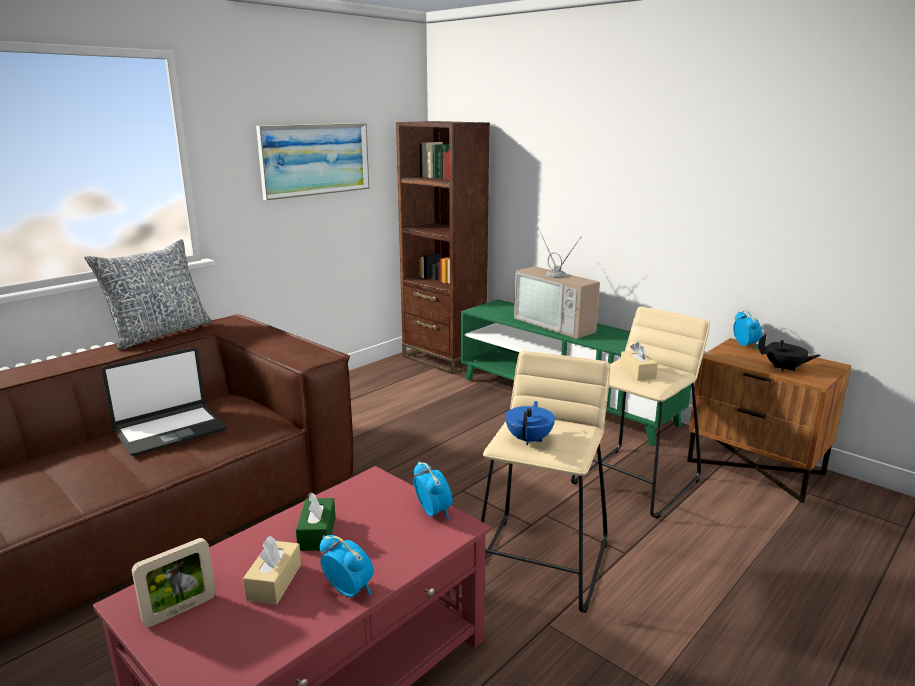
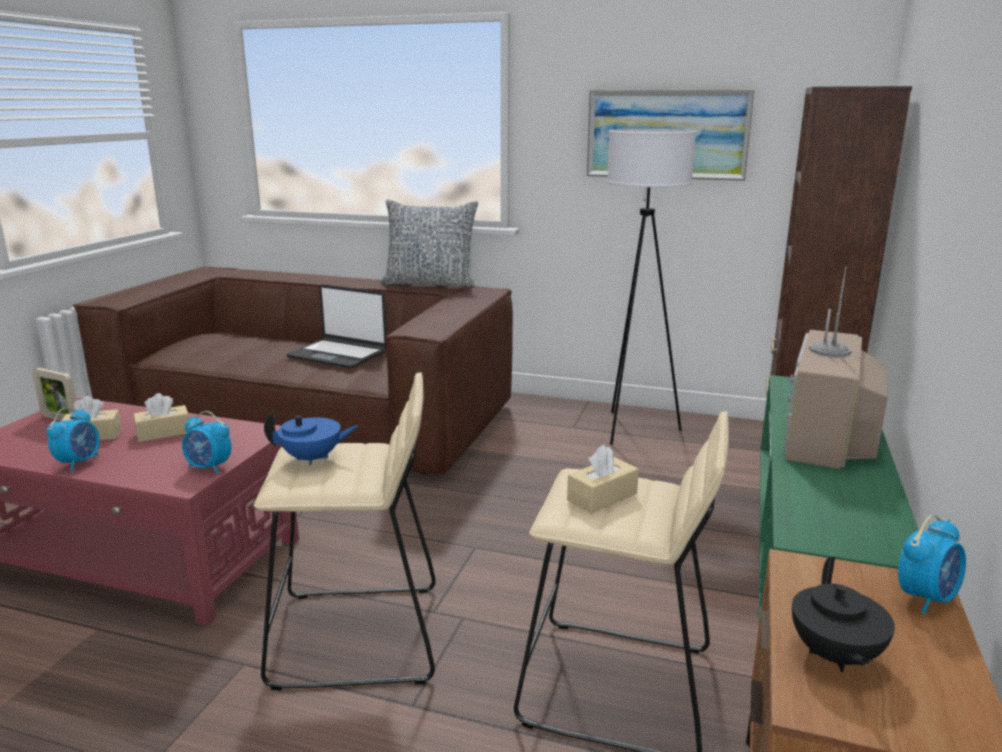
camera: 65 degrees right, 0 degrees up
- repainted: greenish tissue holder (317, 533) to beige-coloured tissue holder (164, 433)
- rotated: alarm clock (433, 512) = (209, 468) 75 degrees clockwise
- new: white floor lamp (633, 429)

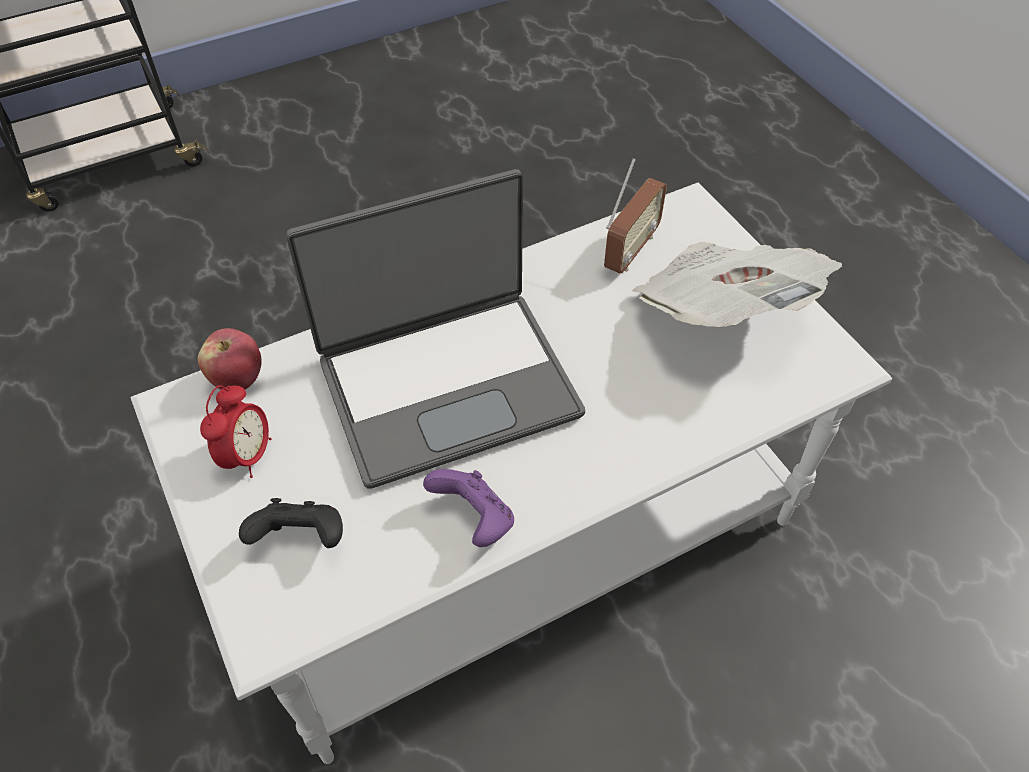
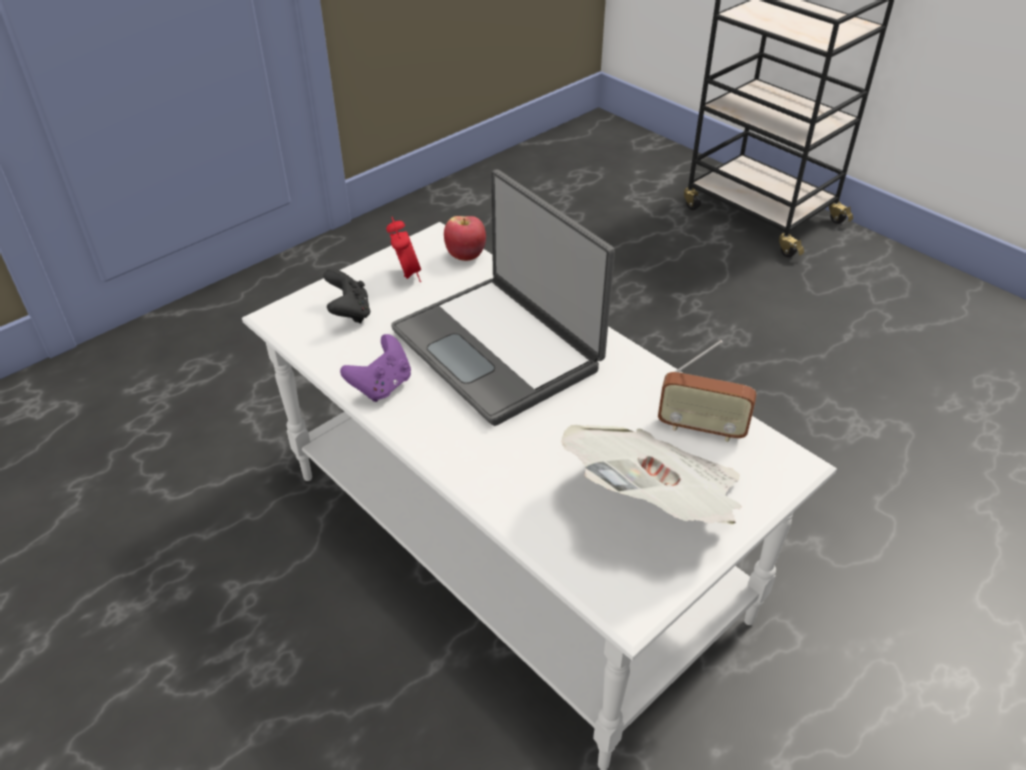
camera: 75 degrees right, 10 degrees down
- rotated: alarm clock (247, 455) = (407, 275) 105 degrees counterclockwise

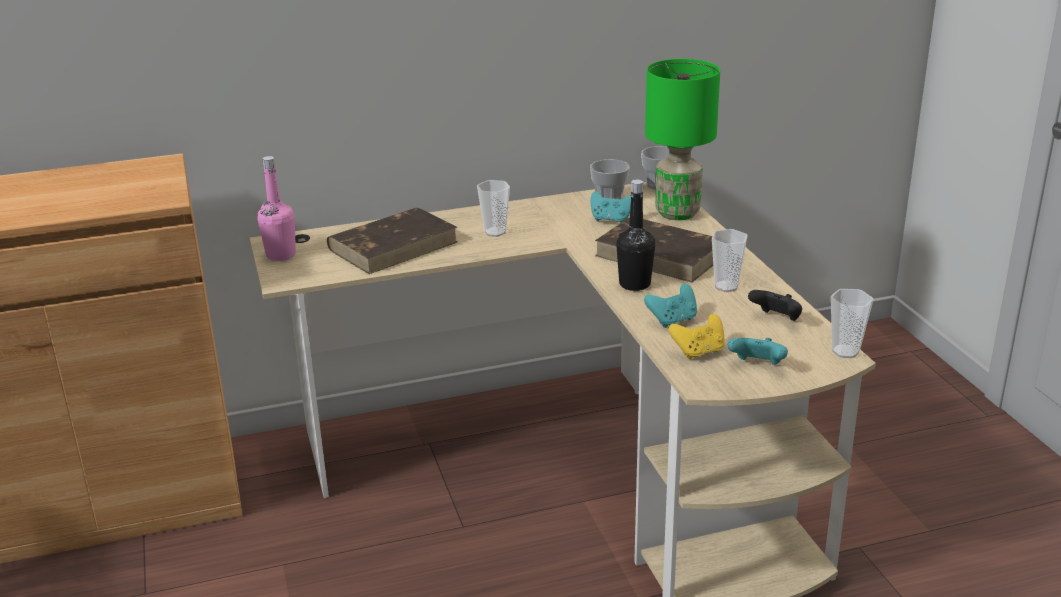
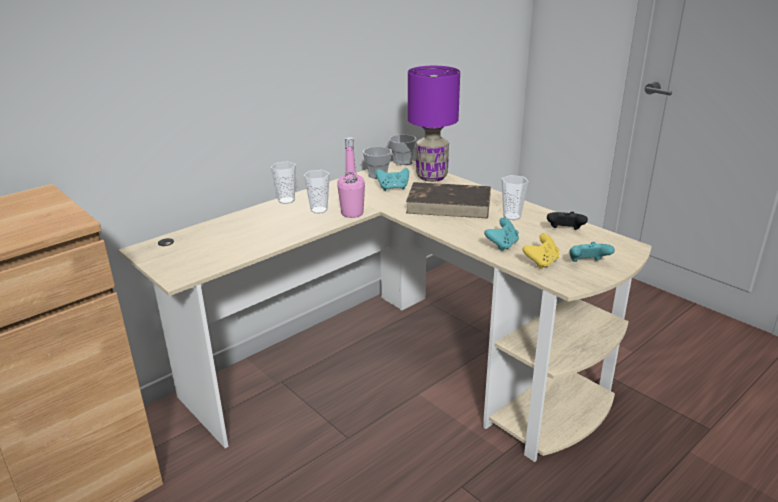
camera: 25 degrees left, 0 degrees up
- shifted: cup (845, 352) to (286, 200)
- shifted: pinkish bottle (281, 255) to (352, 213)
- repainted: greenish tabletop lamp (676, 213) to purplish tabletop lamp (431, 177)
- gone: brown book (394, 245)
- gone: black-coloured bottle (634, 284)

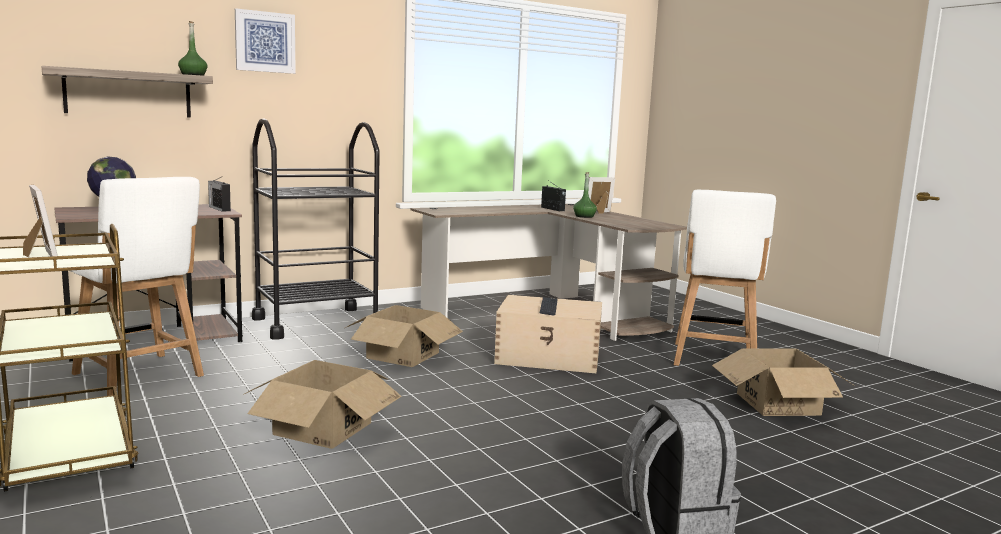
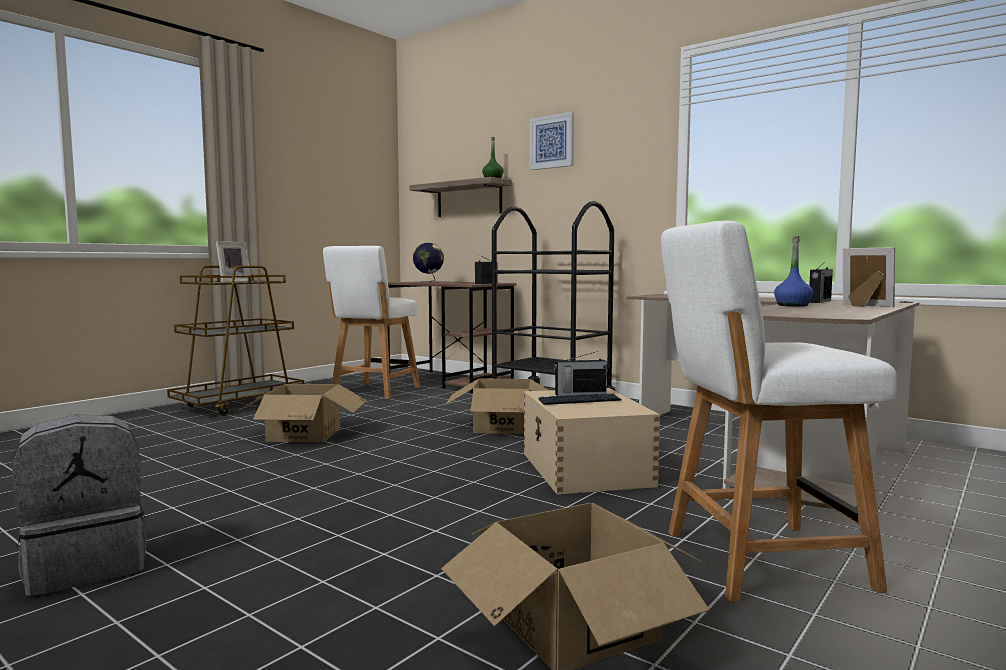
camera: 70 degrees right, 5 degrees down
- new: radio (579, 394)
- repainted: greenish bottle (584, 216) to blue-coloured bottle (792, 305)

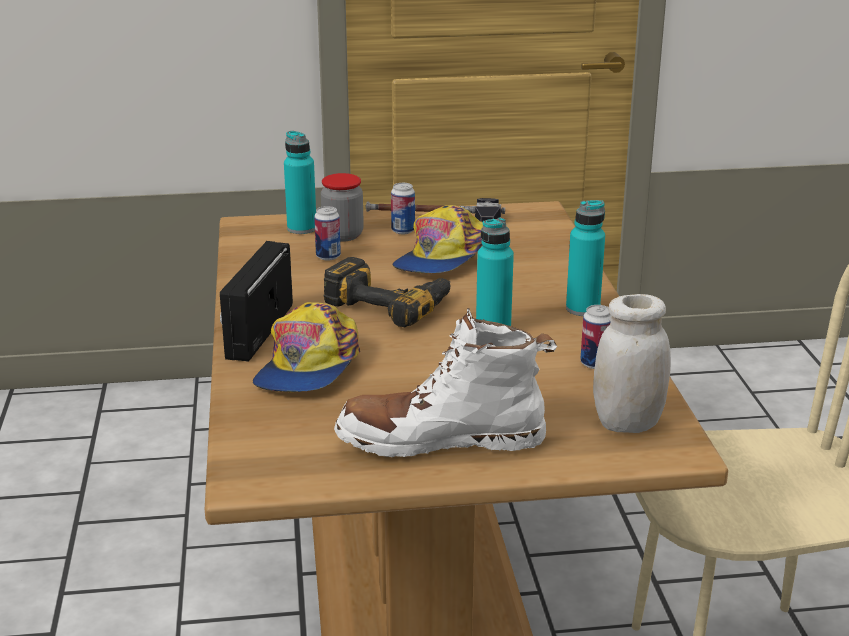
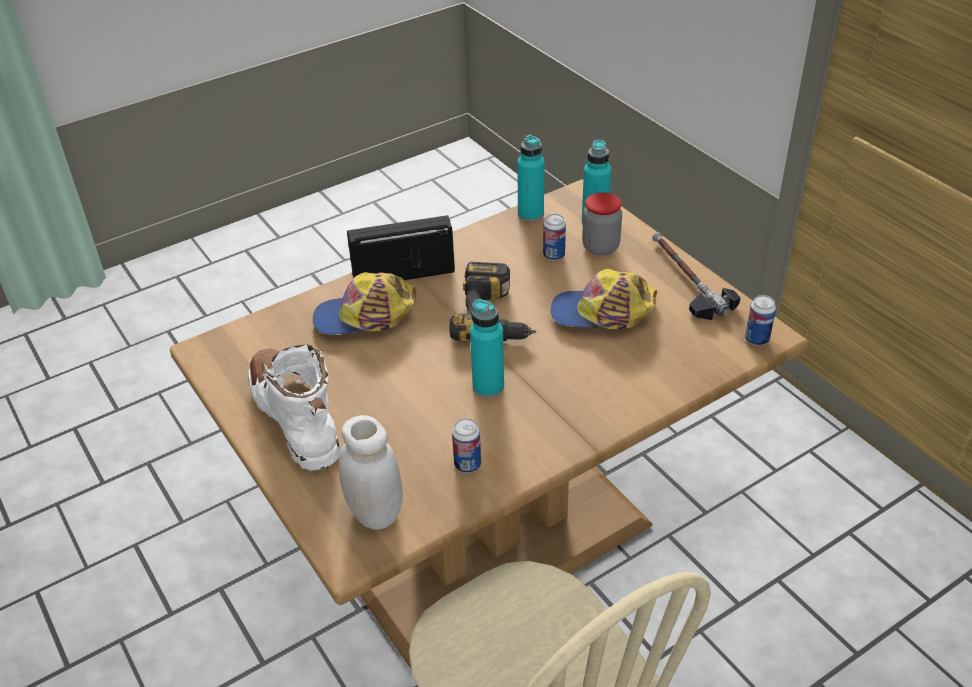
camera: 65 degrees right, 15 degrees up
- shifted: blue-green bottle (582, 309) to (530, 214)
- shifted: sealed can (403, 231) to (757, 339)

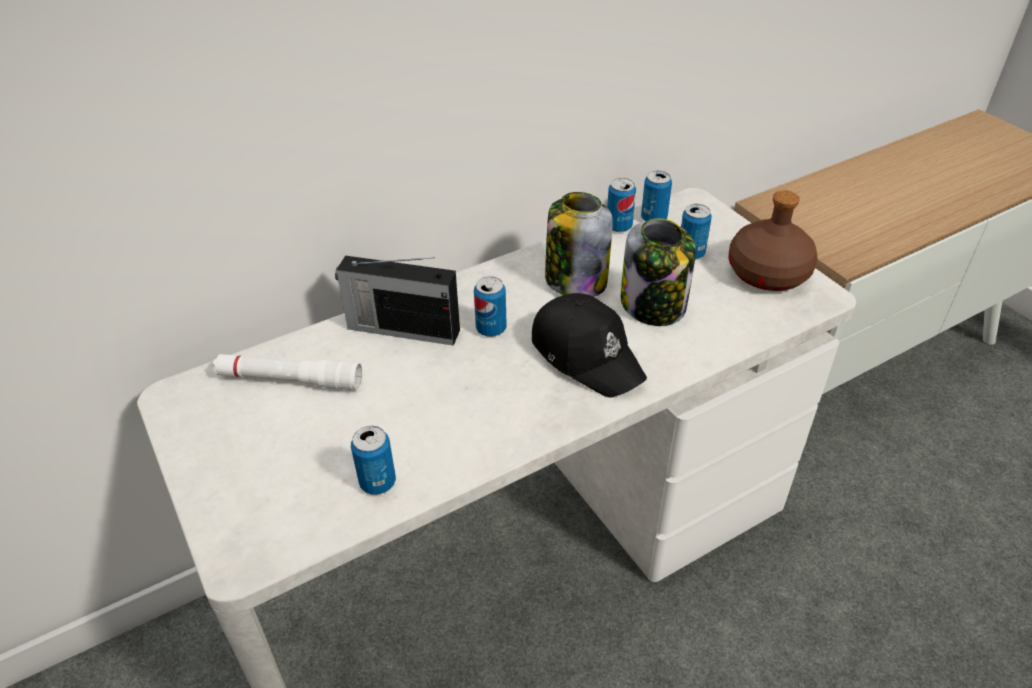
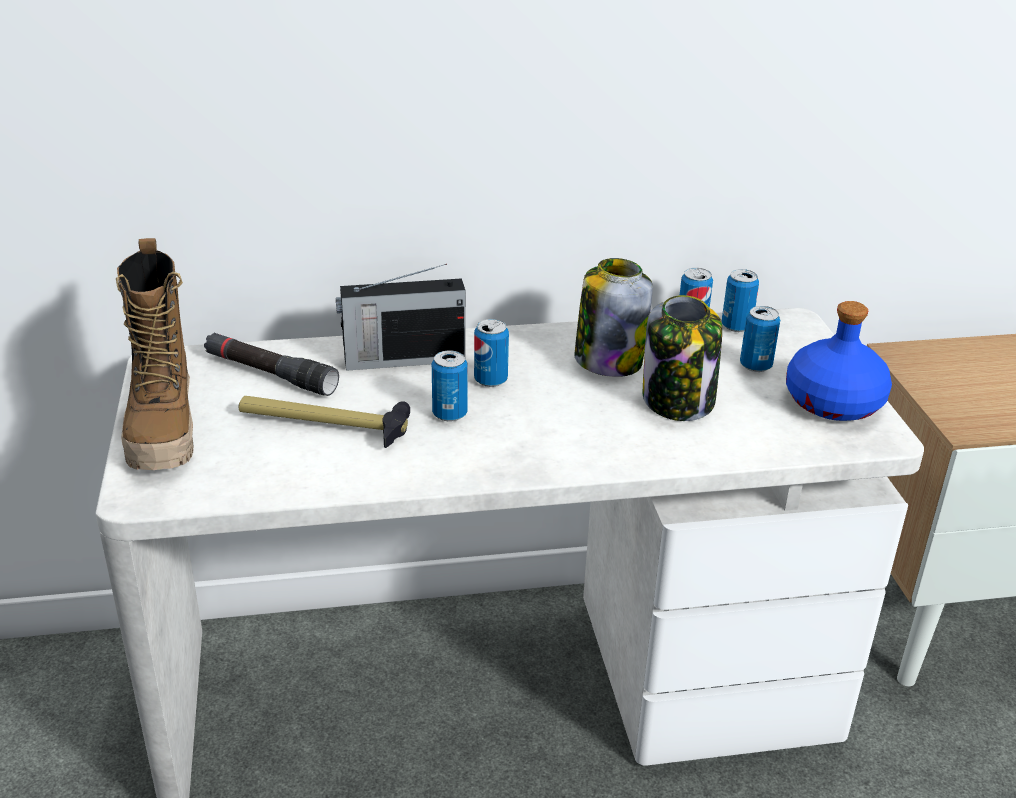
camera: 20 degrees right, 10 degrees down
- new: boot (164, 431)
- repainted: white hand torch (290, 380) to black-coloured hand torch (270, 374)
- new: tool hammer (323, 425)
- rotated: radio (401, 329) = (402, 359) 45 degrees counterclockwise
- shifted: sealed can (377, 482) to (449, 414)
- repainted: brown bottle (767, 273) to blue-coloured bottle (832, 403)
- gone: black-coloured cap (587, 354)

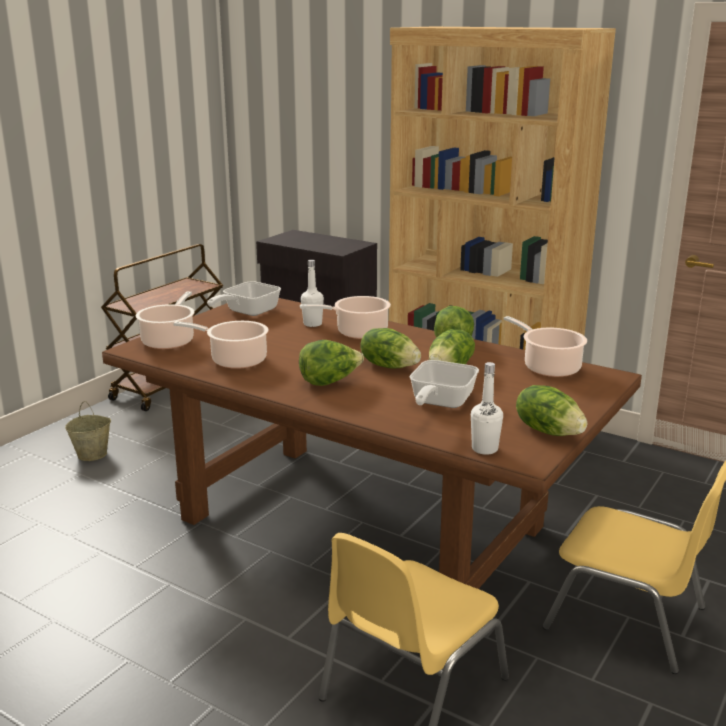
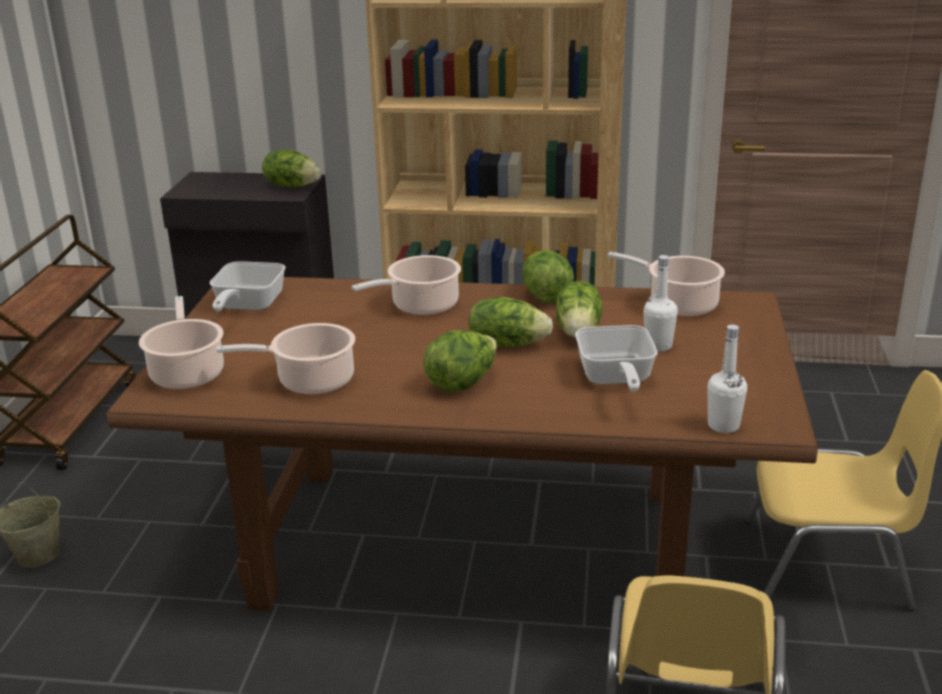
camera: 25 degrees left, 5 degrees up
- shifted: head of lettuce (548, 431) to (292, 186)
- shifted: white bottle (312, 324) to (658, 346)

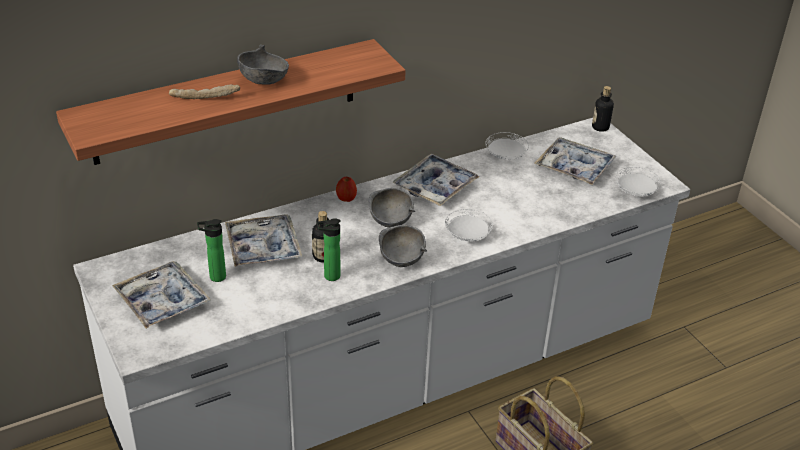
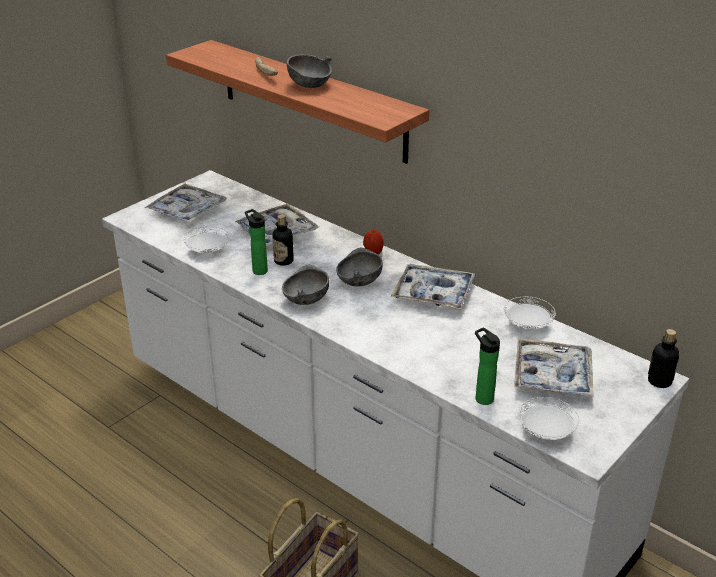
camera: 70 degrees right, 5 degrees down
- shifted: white flat dish (467, 236) to (207, 250)
- shifted: bottle (215, 277) to (482, 397)

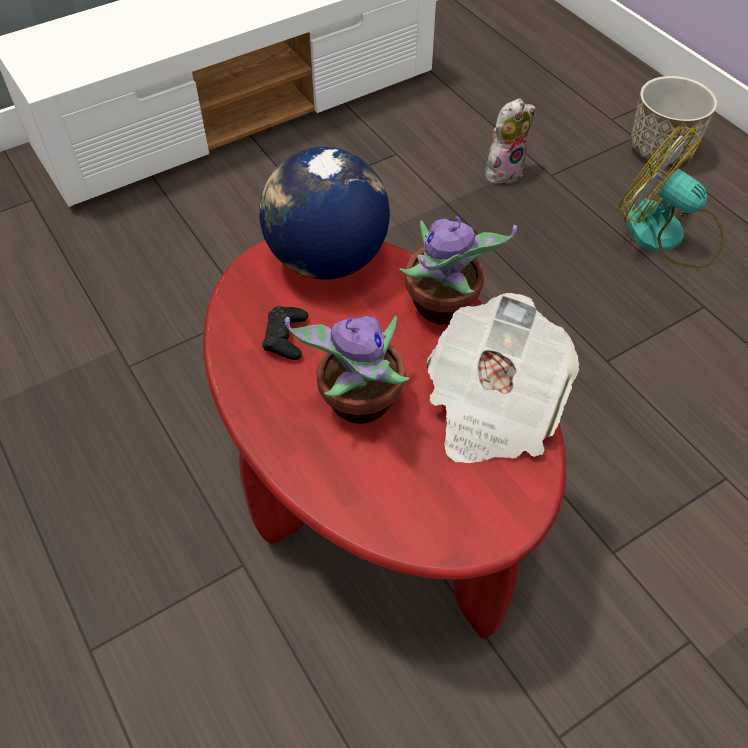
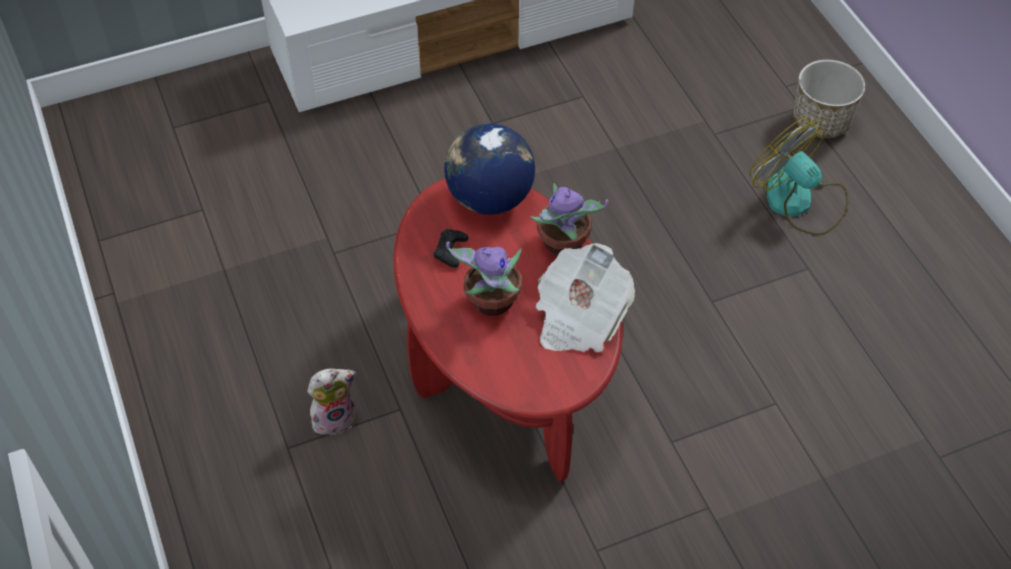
camera: 10 degrees right, 0 degrees up
- shifted: cuddly toy (503, 171) to (334, 417)

